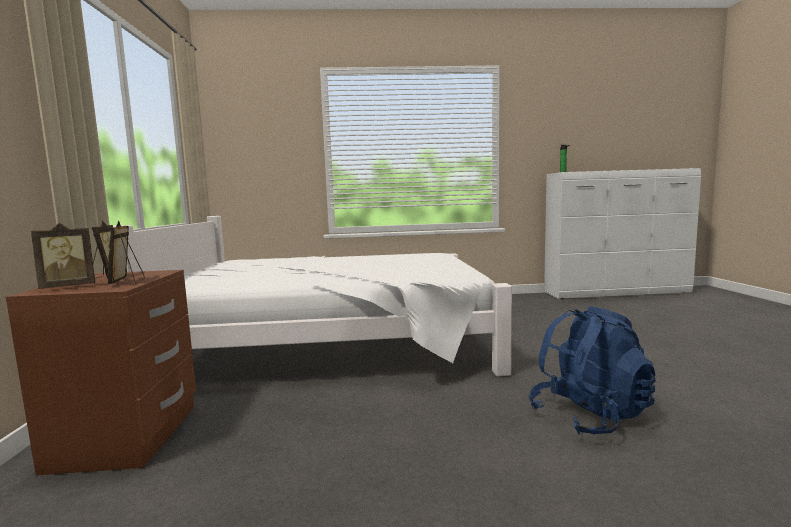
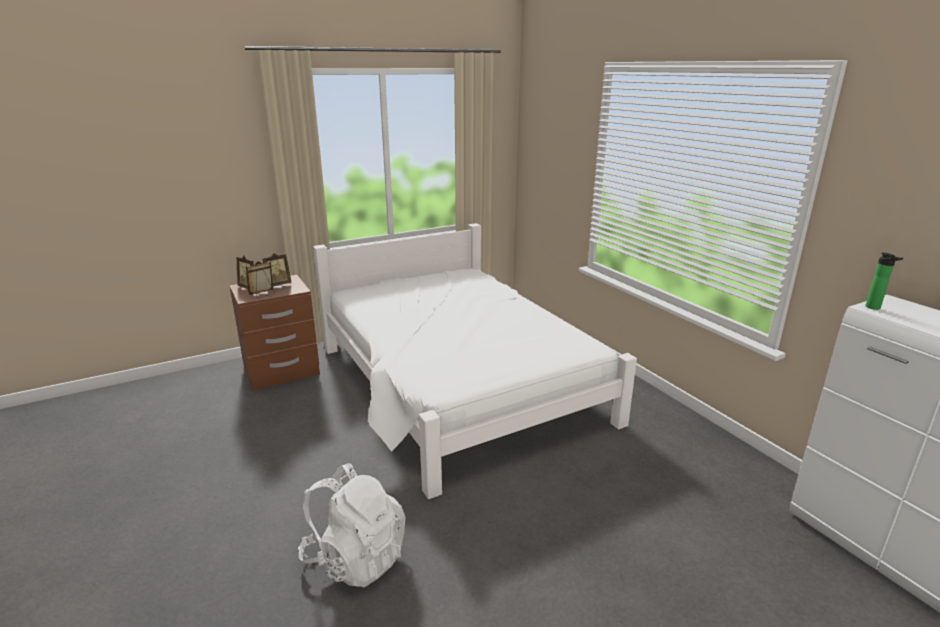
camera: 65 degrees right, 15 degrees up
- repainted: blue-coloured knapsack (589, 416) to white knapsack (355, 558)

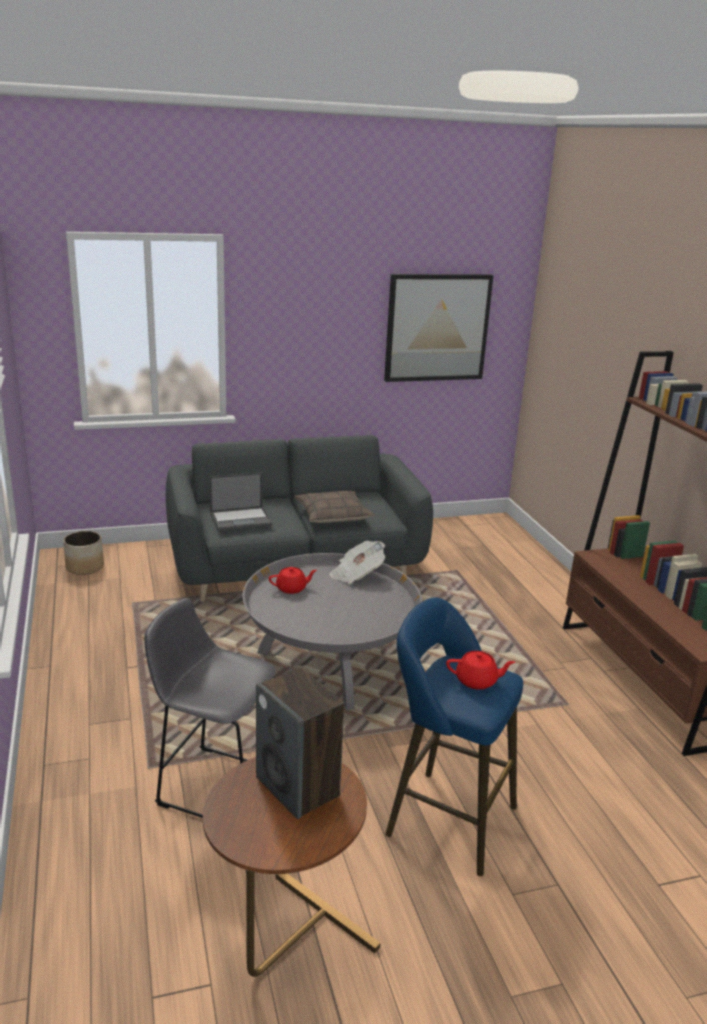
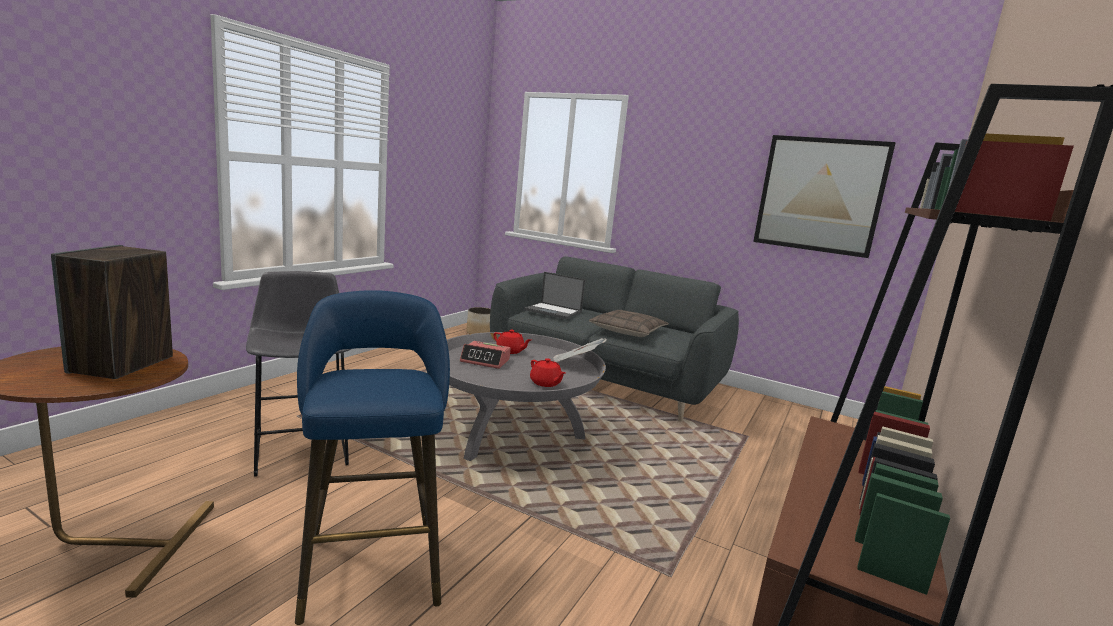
camera: 45 degrees right, 10 degrees down
- new: alarm clock (485, 361)
- shifted: red pot for tea (477, 681) to (545, 383)

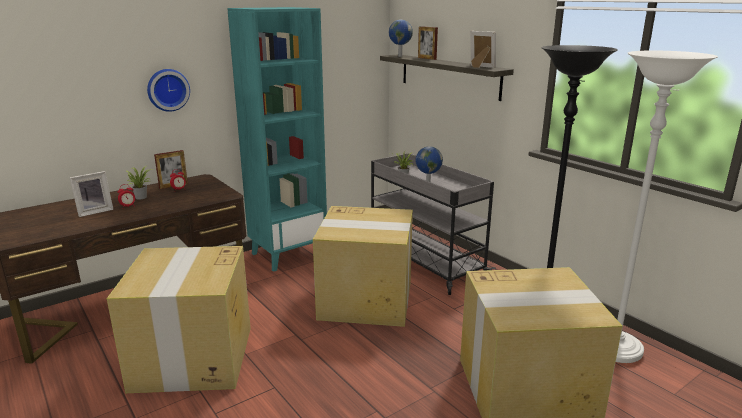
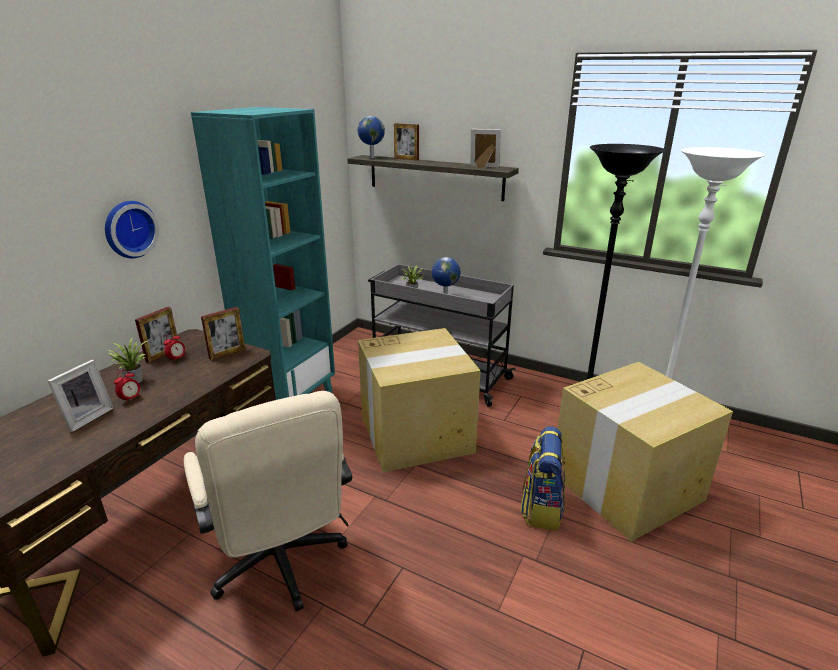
camera: 25 degrees left, 5 degrees up
- swapped: cardboard box (193, 359) to beige-coloured computer chair (281, 566)
- new: standing frame (227, 353)
- new: knapsack (541, 508)

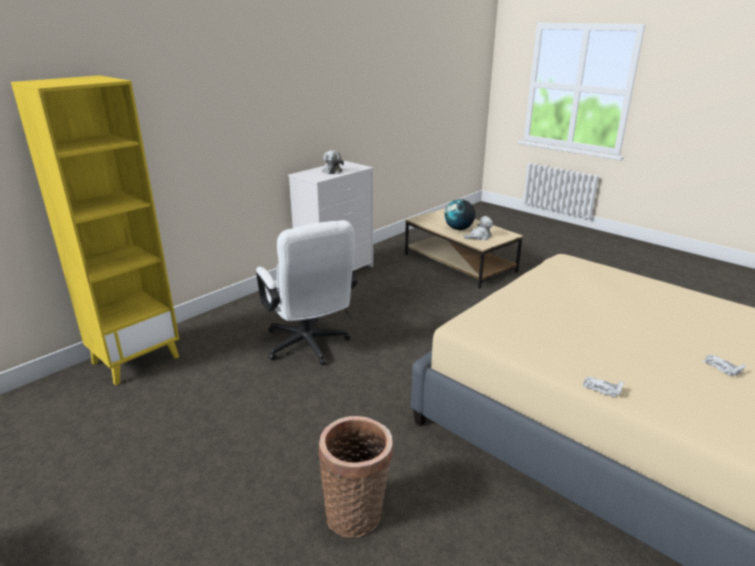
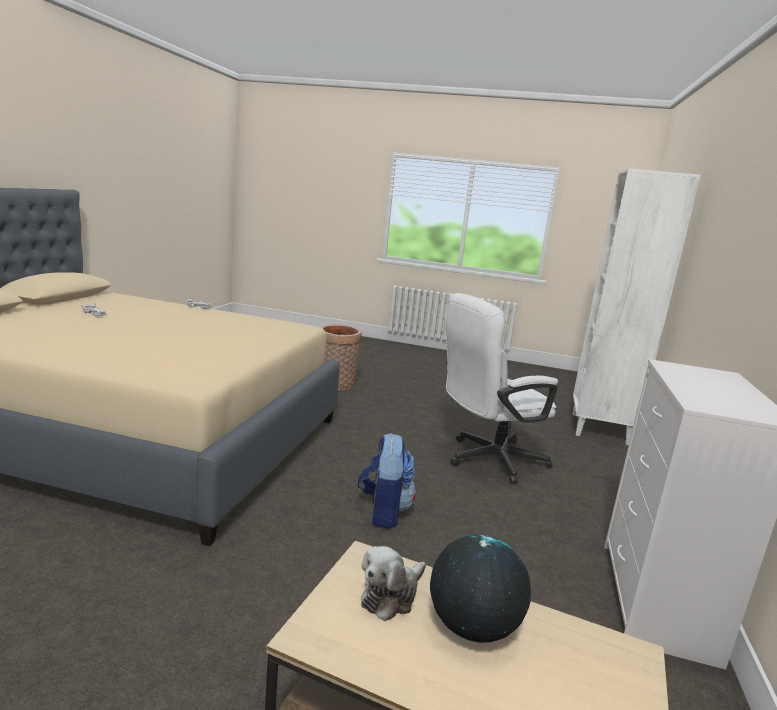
camera: 150 degrees right, 10 degrees down
- new: knapsack (383, 512)
- rotated: white computer chair (309, 347) = (487, 460) 60 degrees counterclockwise
- repainted: yellow-coloured shelving unit (136, 359) to white shelving unit (600, 429)
- gone: cuddly toy (332, 171)

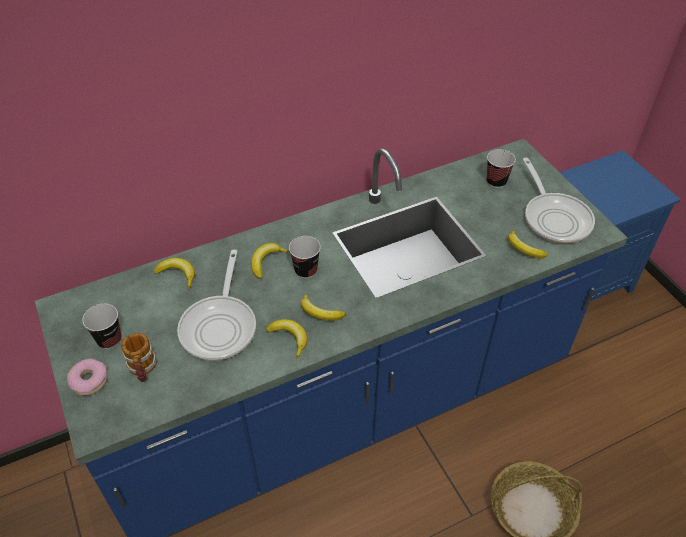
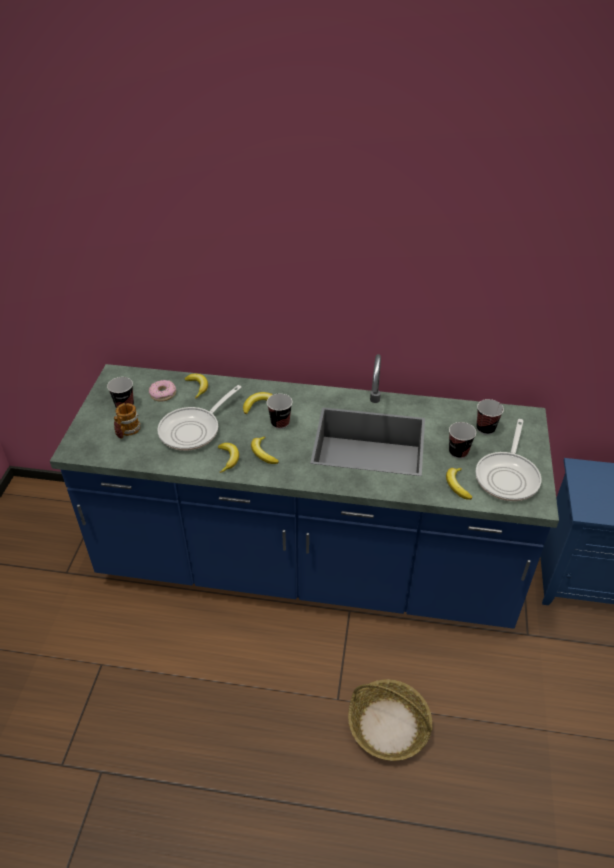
camera: 35 degrees right, 5 degrees down
- shifted: doughnut (89, 380) to (163, 394)
- new: cup (458, 452)

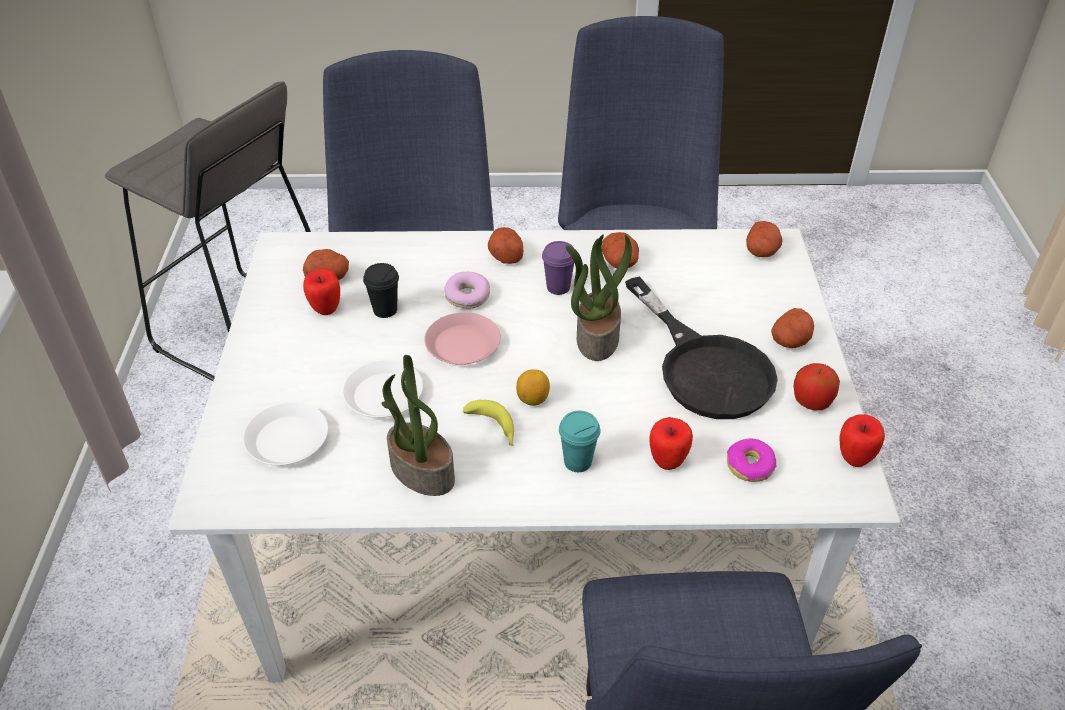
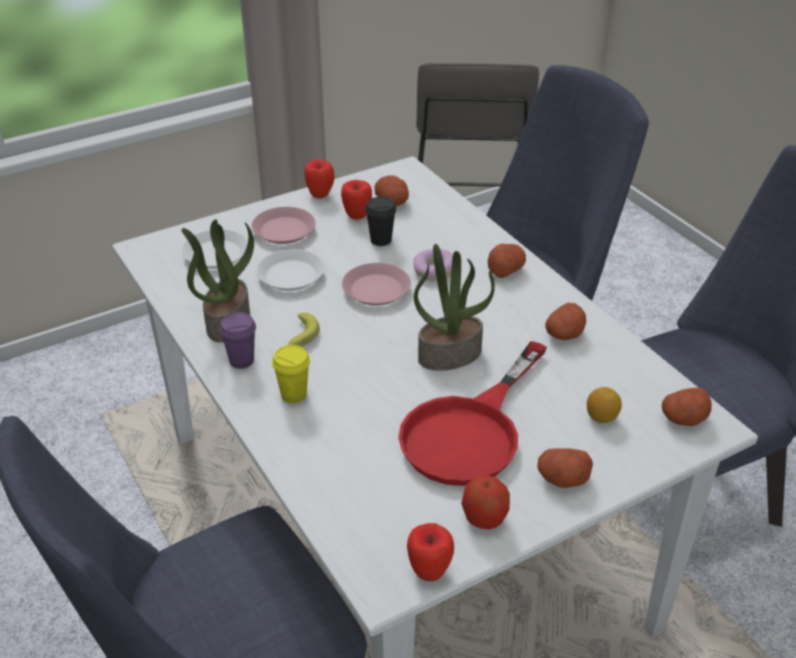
camera: 60 degrees right, 5 degrees down
- shifted: purplish cup (558, 287) to (241, 361)
- new: pinkish flat dish (284, 230)
- repainted: blue-green cup (578, 462) to yellow-coloured cup (294, 395)
- shifted: apple (667, 461) to (320, 195)
- repainted: black-coloured pan (705, 367) to red pan (470, 431)
- shifted: lemon (532, 399) to (601, 417)
- gone: doughnut (749, 466)

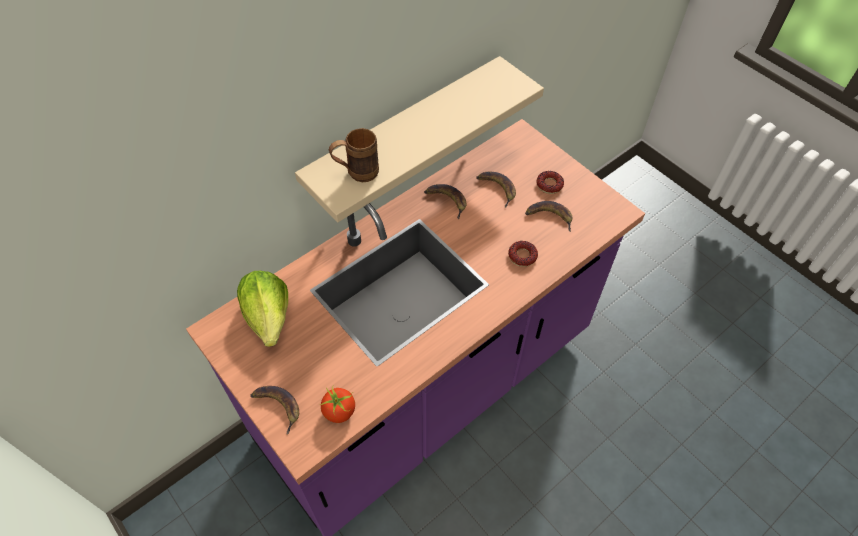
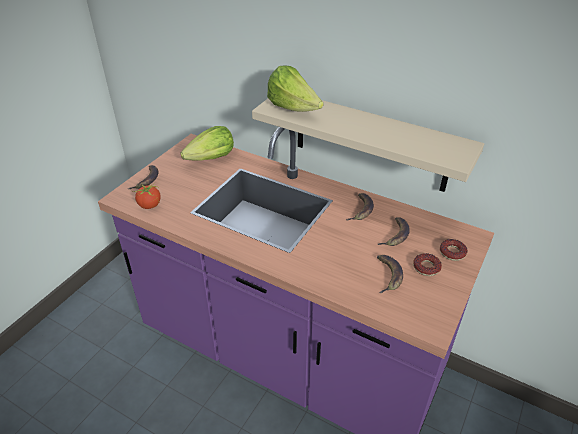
camera: 70 degrees right, 15 degrees down
- swapped: brown mug (356, 173) to head of lettuce (293, 109)
- shifted: doughnut (522, 256) to (452, 252)

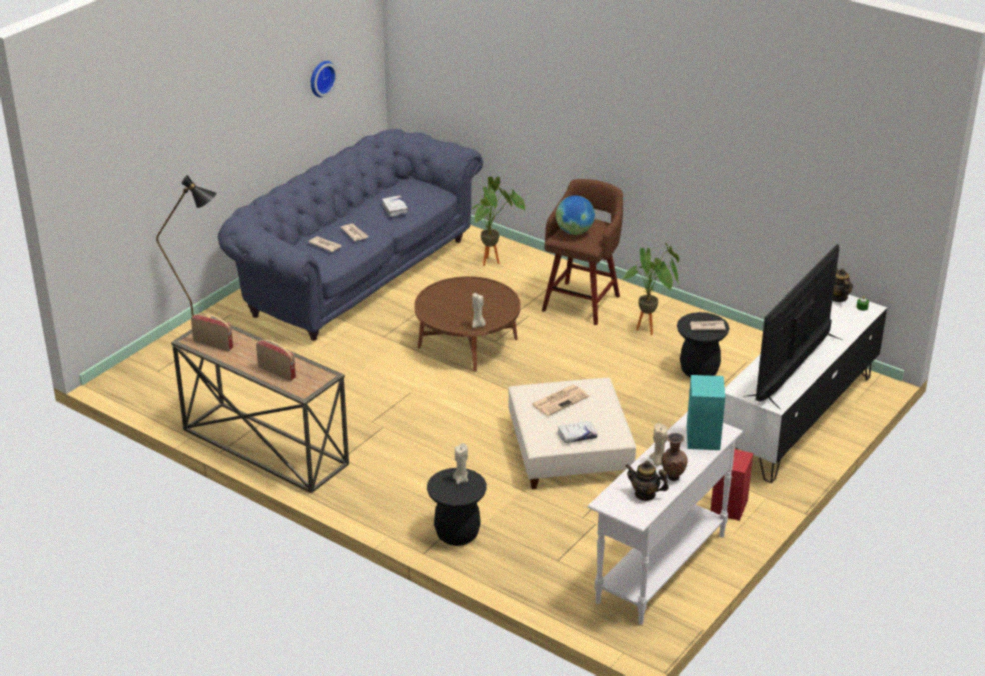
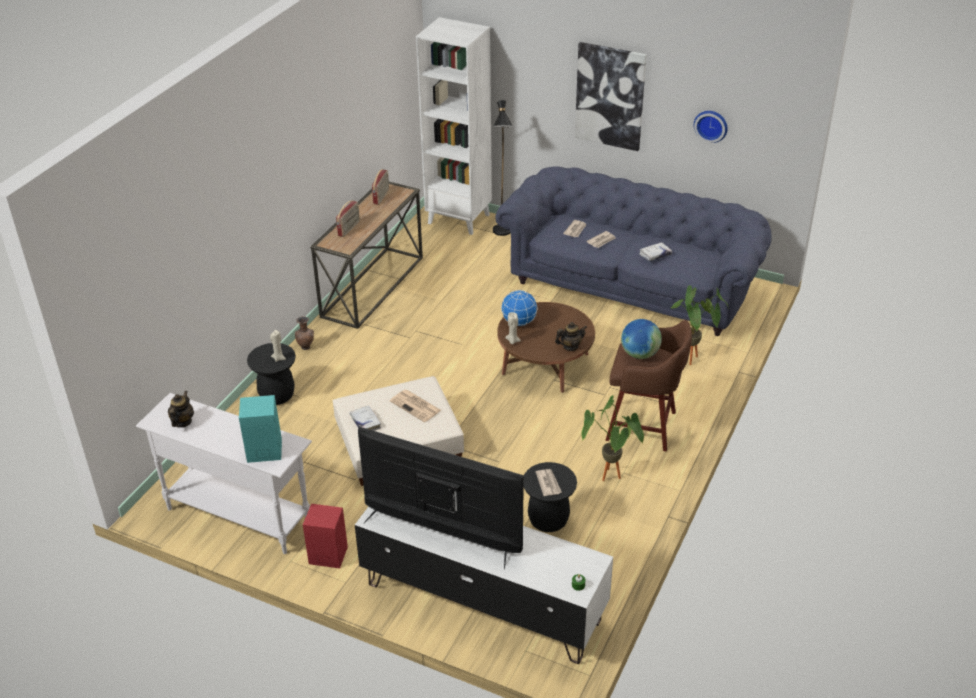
camera: 80 degrees right, 5 degrees up
- shifted: brown flower vase (672, 477) to (306, 347)
- new: white shelving unit (459, 219)
- new: desk globe (519, 322)
- shifted: pot for tea (838, 298) to (570, 346)
- new: wall picture (610, 96)
- gone: beige-coloured wax candle (658, 462)

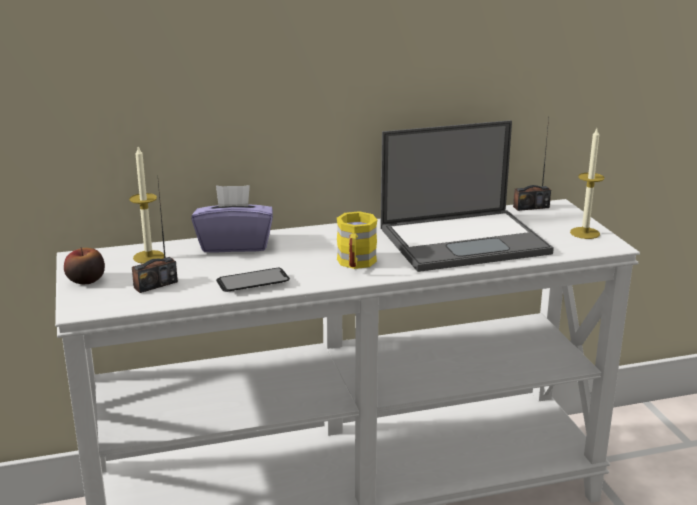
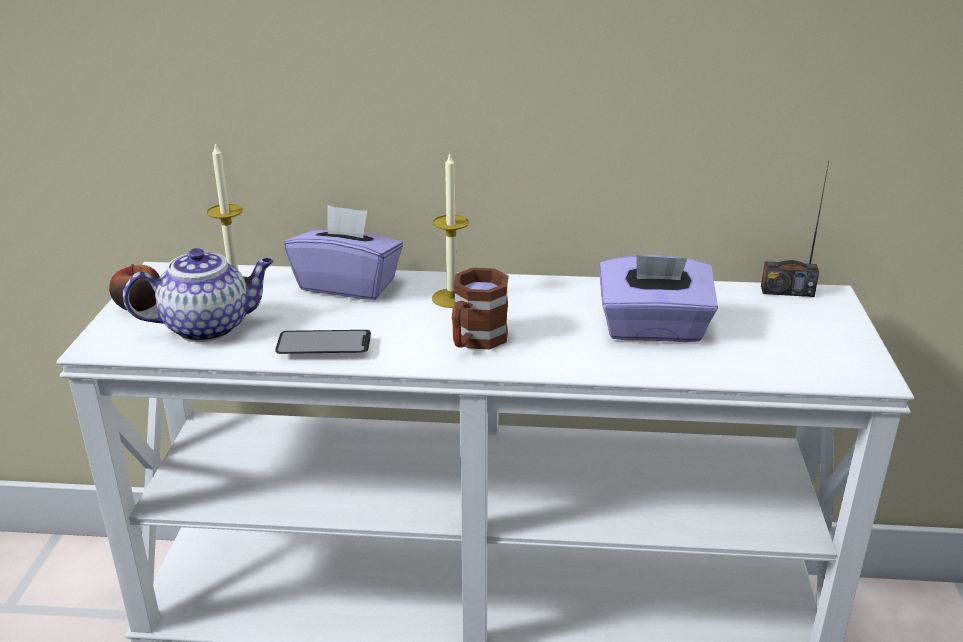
camera: 20 degrees right, 5 degrees up
- swapped: radio (155, 284) to pot for tea (209, 327)
- shifted: wax candle (585, 233) to (452, 298)
- repainted: yellow-coloured mug (355, 264) to brown mug (475, 341)
- swapped: notebook computer (465, 240) to purplish tissue holder (653, 330)

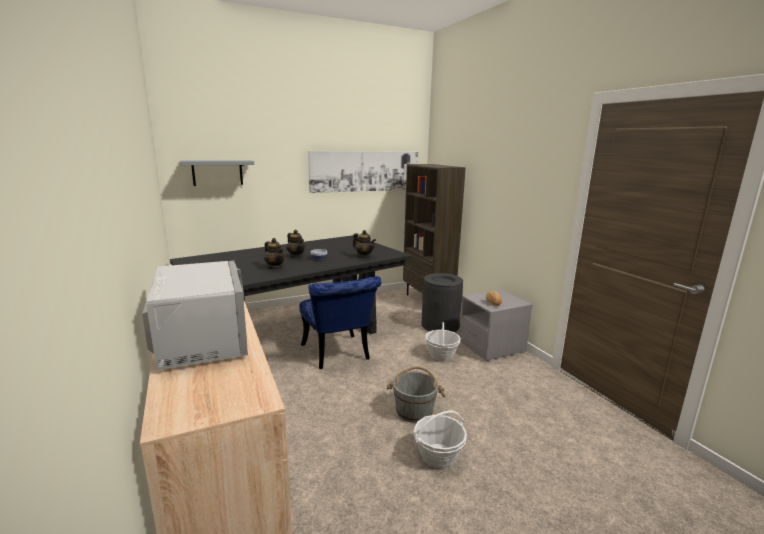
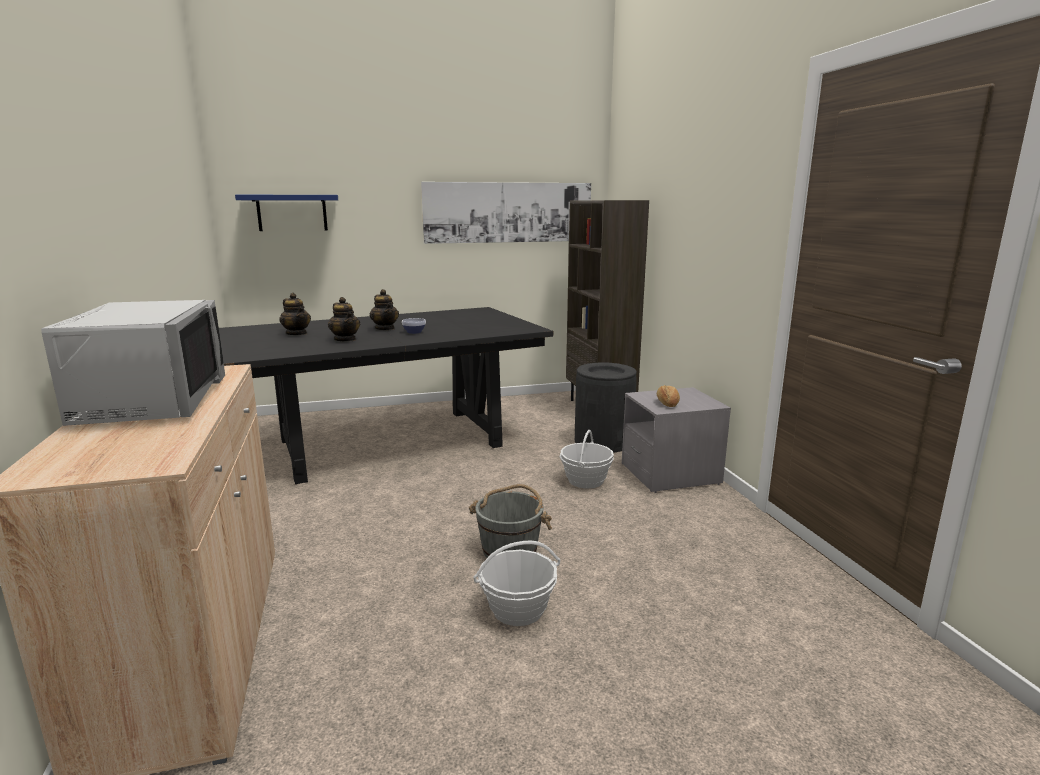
camera: 10 degrees right, 0 degrees up
- repainted: greyish bracket shelf (217, 172) to blue-coloured bracket shelf (292, 213)
- shifted: pot for tea (364, 256) to (297, 334)
- gone: blue-coloured chair (338, 355)

